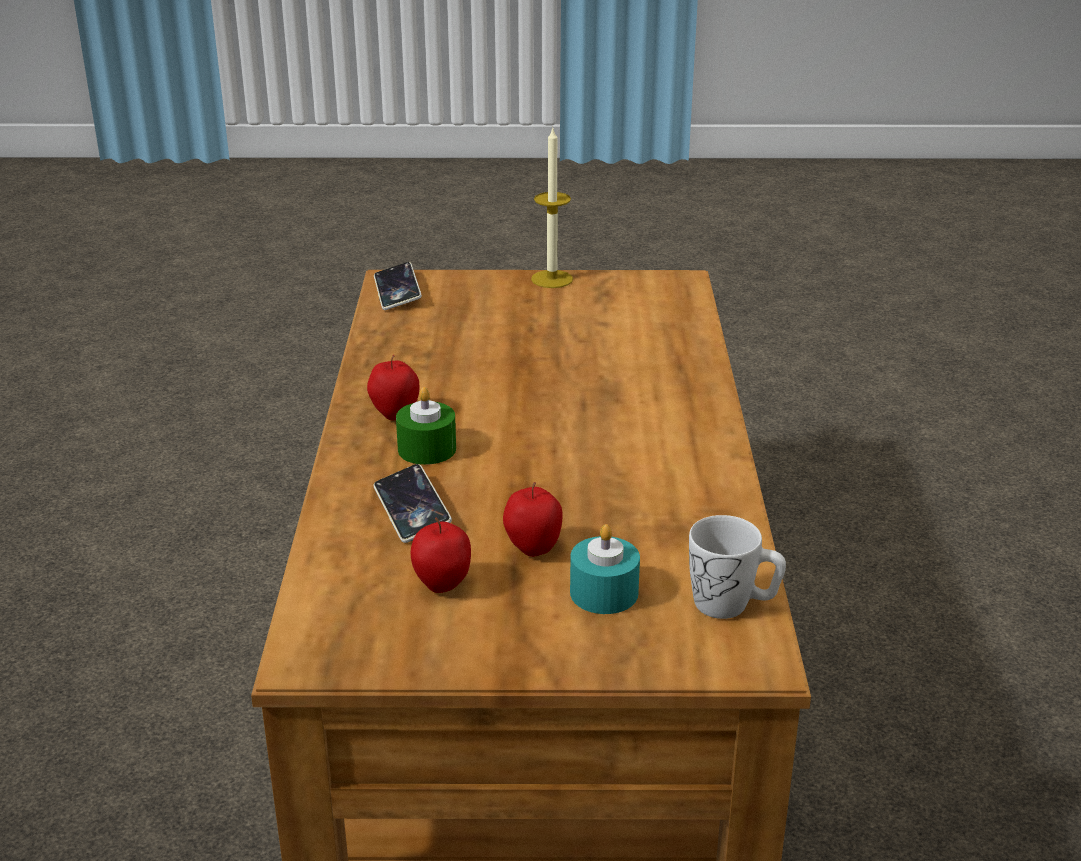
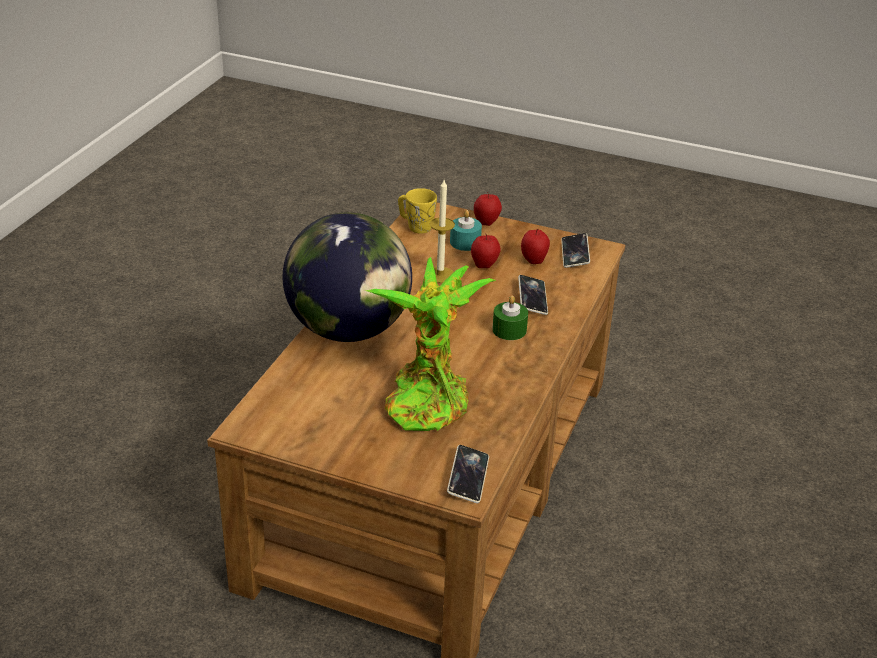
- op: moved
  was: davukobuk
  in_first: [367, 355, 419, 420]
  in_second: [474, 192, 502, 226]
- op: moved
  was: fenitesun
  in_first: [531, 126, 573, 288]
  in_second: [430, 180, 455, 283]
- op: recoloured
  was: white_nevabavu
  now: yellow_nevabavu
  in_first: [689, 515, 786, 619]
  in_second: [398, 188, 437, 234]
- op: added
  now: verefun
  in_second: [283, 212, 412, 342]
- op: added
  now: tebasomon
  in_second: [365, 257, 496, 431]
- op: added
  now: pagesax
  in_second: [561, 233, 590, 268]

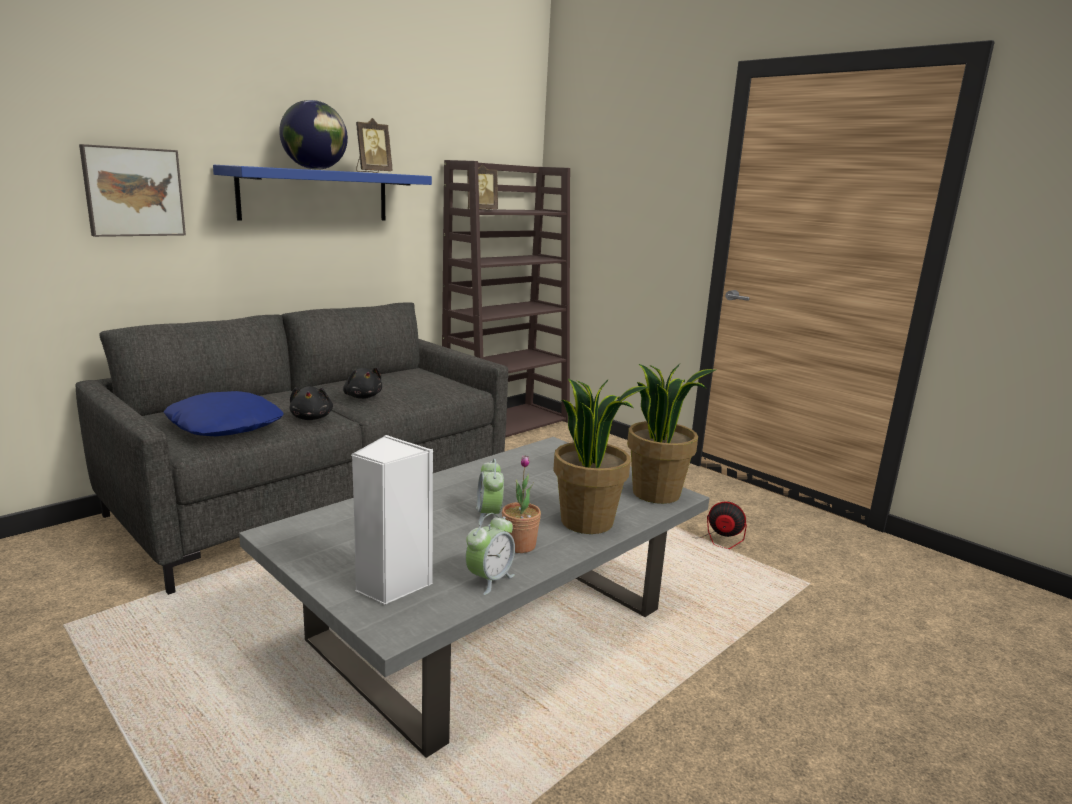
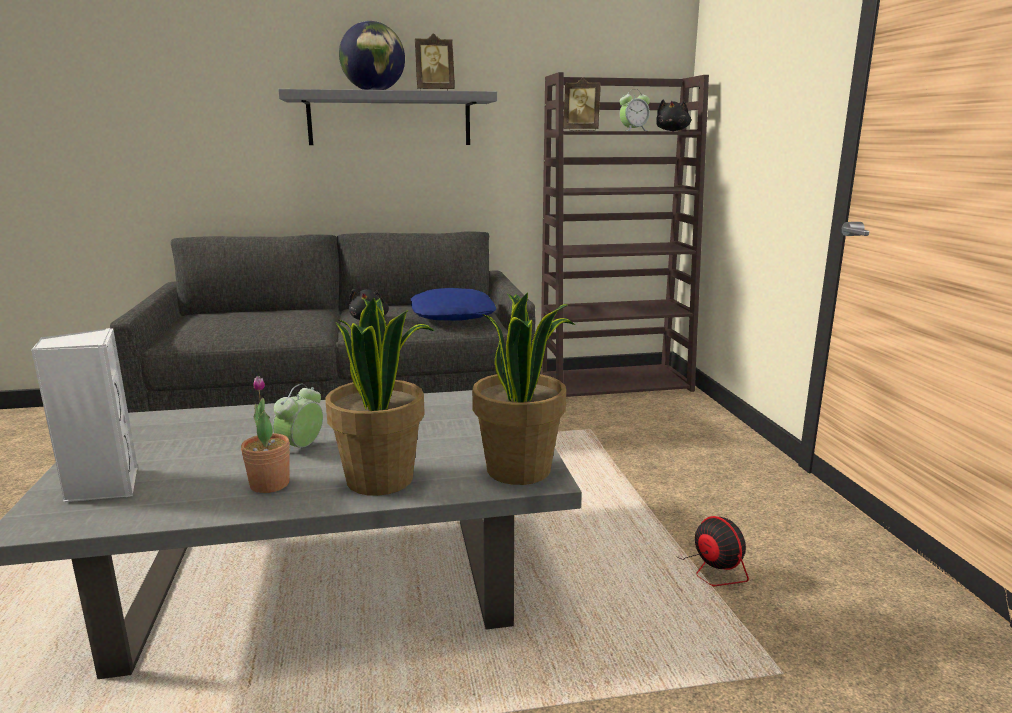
- op: removed
  was: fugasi
  in_first: [79, 144, 186, 237]
- op: moved
  was: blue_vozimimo
  in_first: [164, 391, 283, 436]
  in_second: [411, 288, 496, 321]
- op: recoloured
  was: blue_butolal
  now: grey_butolal
  in_first: [213, 165, 432, 221]
  in_second: [278, 89, 497, 145]
- op: moved
  was: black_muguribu
  in_first: [289, 386, 333, 420]
  in_second: [656, 100, 691, 131]
- op: moved
  was: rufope
  in_first: [466, 513, 515, 595]
  in_second: [620, 89, 650, 131]

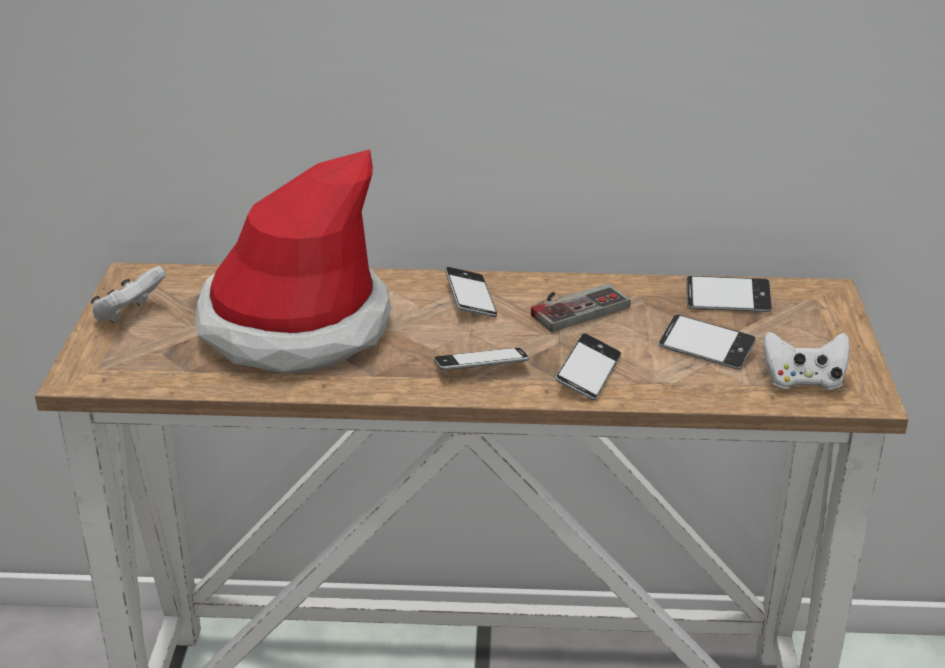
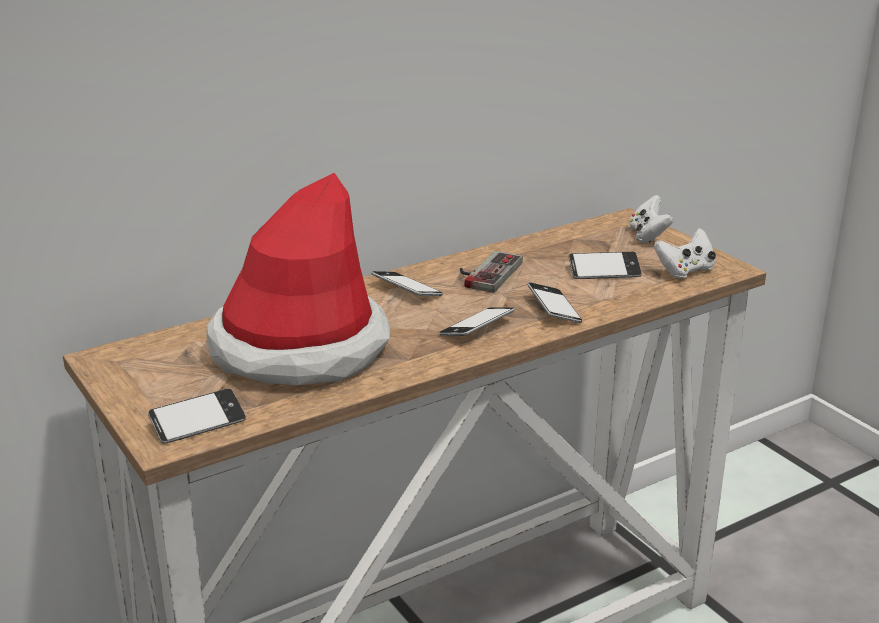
- op: moved
  was: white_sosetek
  in_first: [91, 266, 166, 323]
  in_second: [629, 195, 674, 243]
- op: moved
  was: pagesax
  in_first: [686, 276, 772, 312]
  in_second: [148, 388, 246, 444]

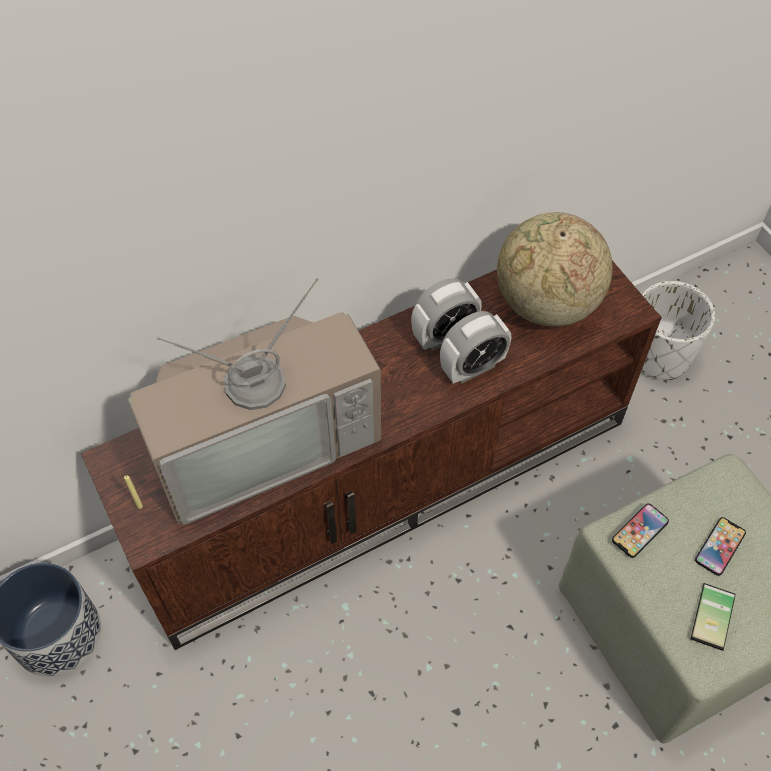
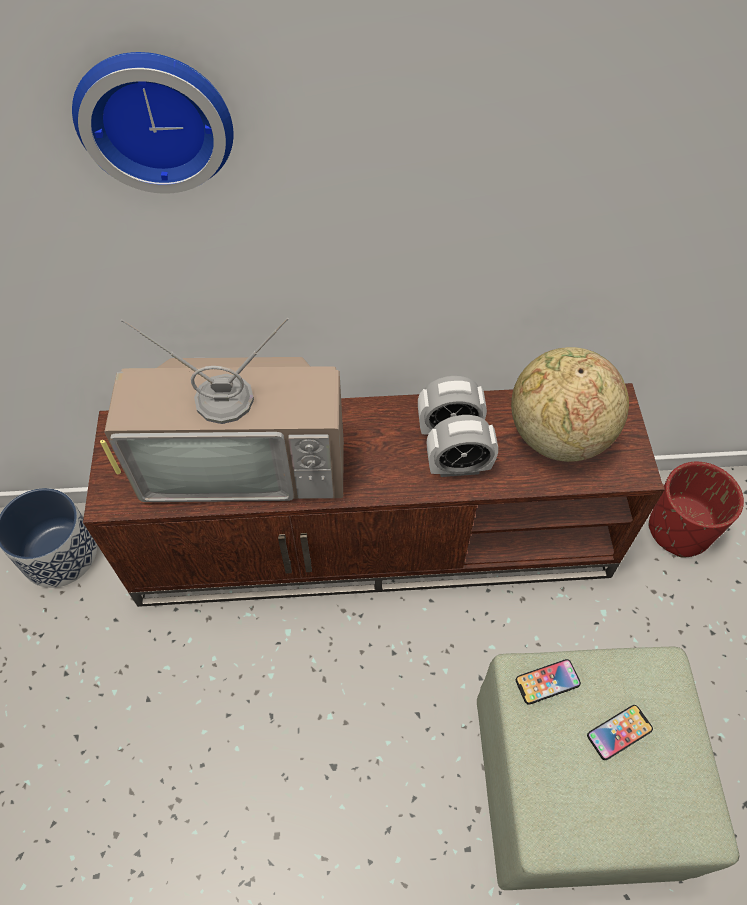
- op: recoloured
  was: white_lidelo
  now: red_lidelo
  in_first: [641, 281, 715, 380]
  in_second: [649, 462, 744, 557]
- op: removed
  was: pagesax
  in_first: [690, 583, 736, 651]
- op: added
  now: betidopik
  in_second: [72, 52, 233, 194]

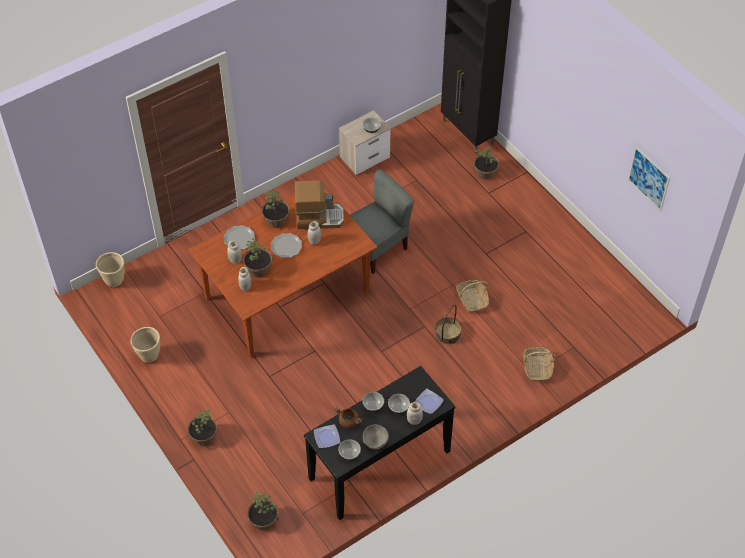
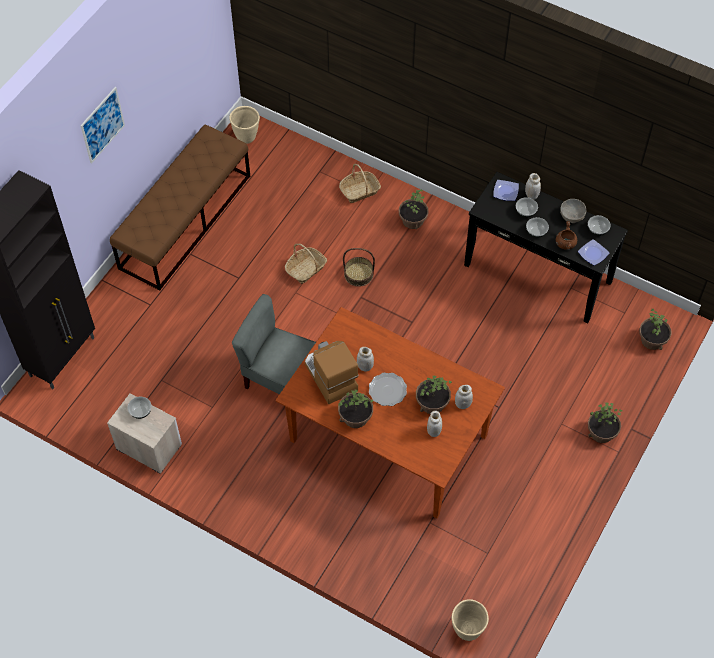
- op: moved
  was: beige_lidelo
  in_first: [131, 327, 160, 363]
  in_second: [229, 106, 260, 144]
- op: removed
  was: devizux
  in_first: [223, 225, 255, 249]
- op: moved
  was: tebasomon
  in_first: [473, 146, 499, 179]
  in_second: [399, 189, 429, 229]
- op: moved
  was: fugasi
  in_first: [628, 147, 670, 211]
  in_second: [80, 87, 125, 164]
- op: added
  now: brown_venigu
  in_second: [110, 124, 250, 291]

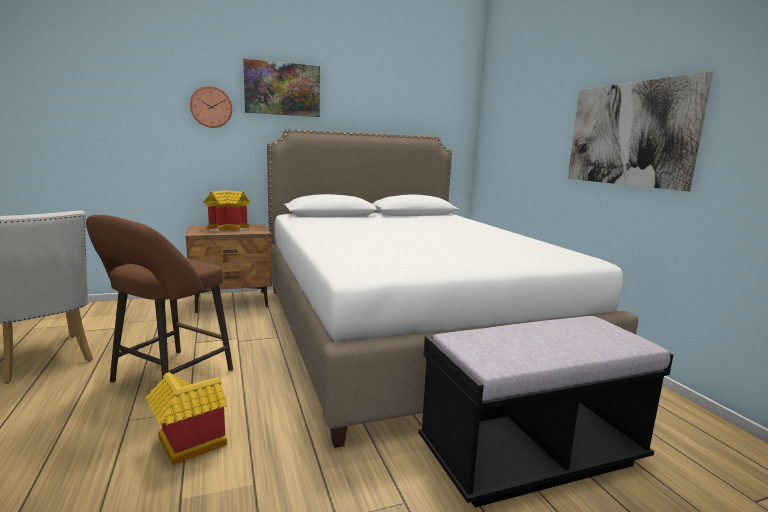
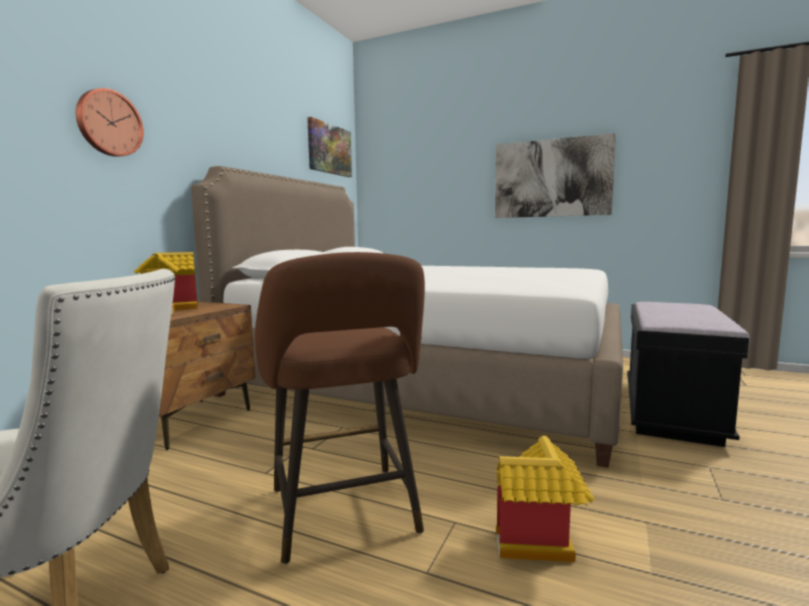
- op: moved
  was: fugasi
  in_first: [243, 59, 320, 117]
  in_second: [307, 117, 352, 177]

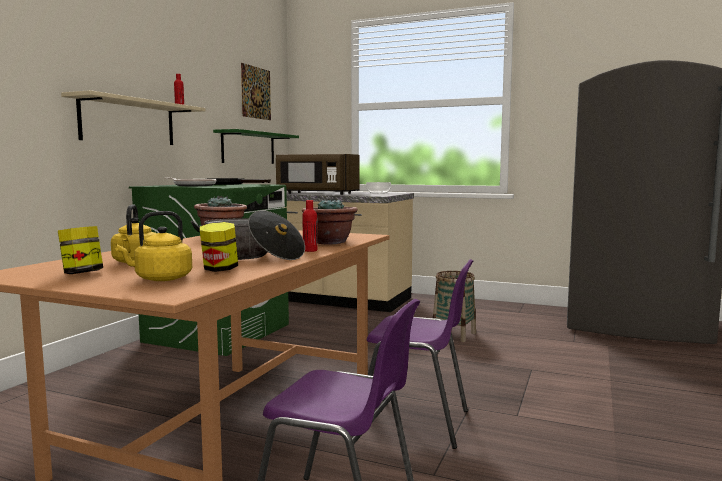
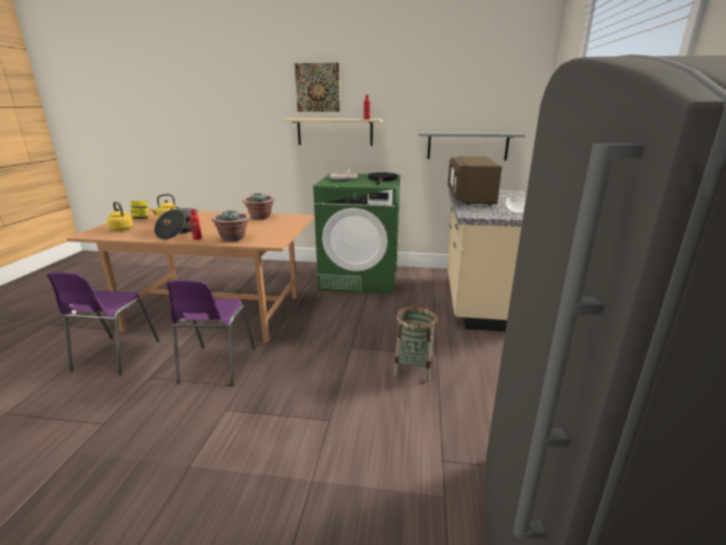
- op: removed
  was: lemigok
  in_first: [200, 222, 238, 272]
- op: recoloured
  was: green_butolal
  now: grey_butolal
  in_first: [213, 129, 299, 164]
  in_second: [419, 132, 526, 160]
- op: moved
  was: fugasi
  in_first: [241, 63, 271, 120]
  in_second: [295, 63, 340, 112]

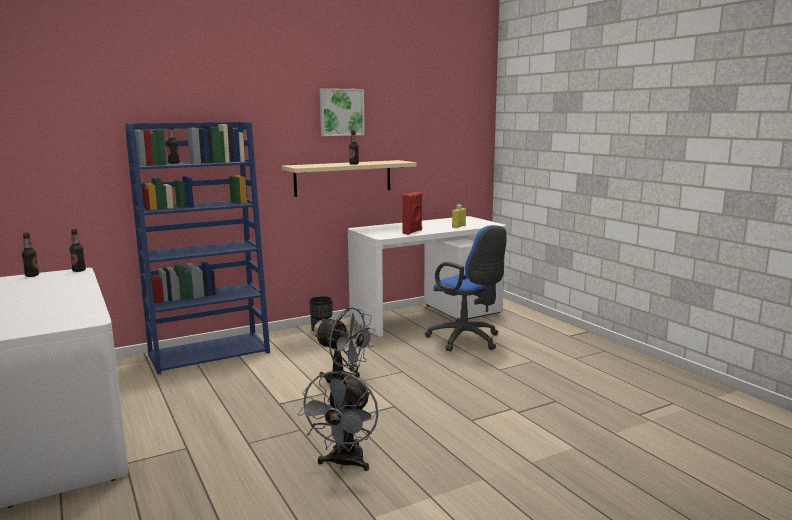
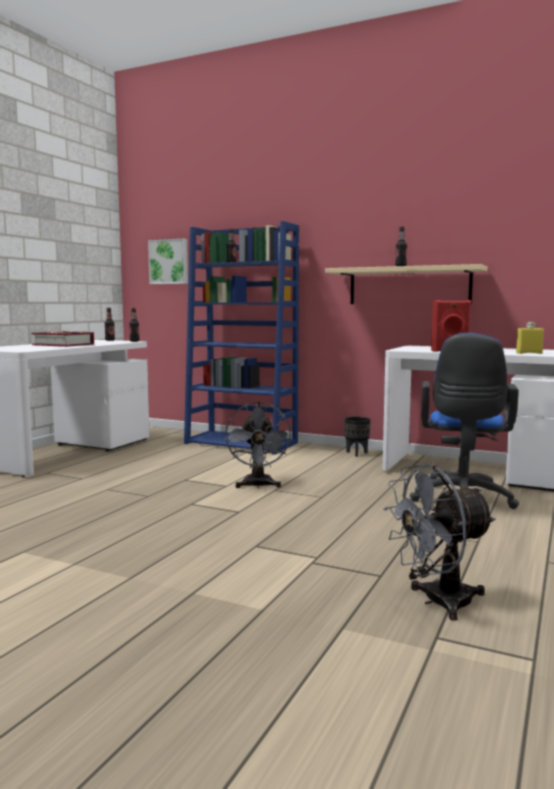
- op: moved
  was: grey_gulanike
  in_first: [298, 371, 378, 471]
  in_second: [384, 464, 495, 621]
- op: moved
  was: fugasi
  in_first: [320, 88, 365, 136]
  in_second: [148, 239, 188, 284]
- op: added
  now: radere
  in_second: [32, 331, 94, 347]

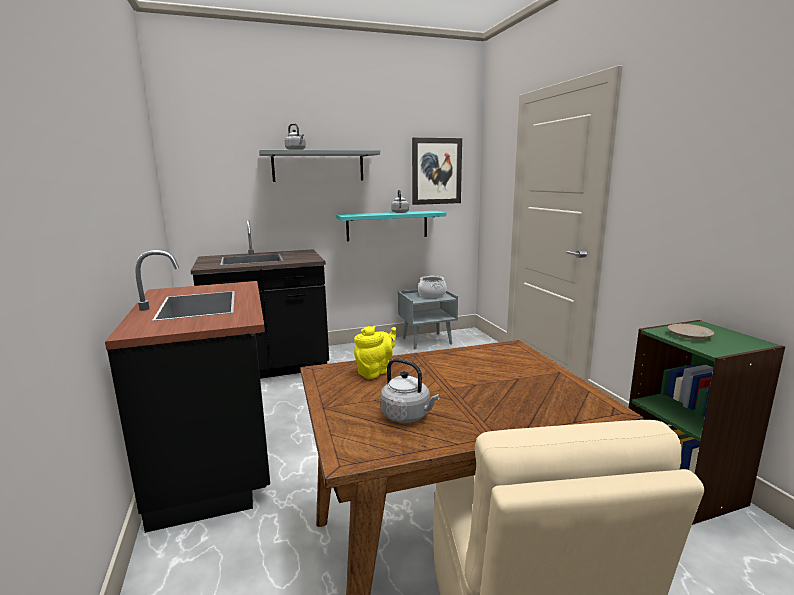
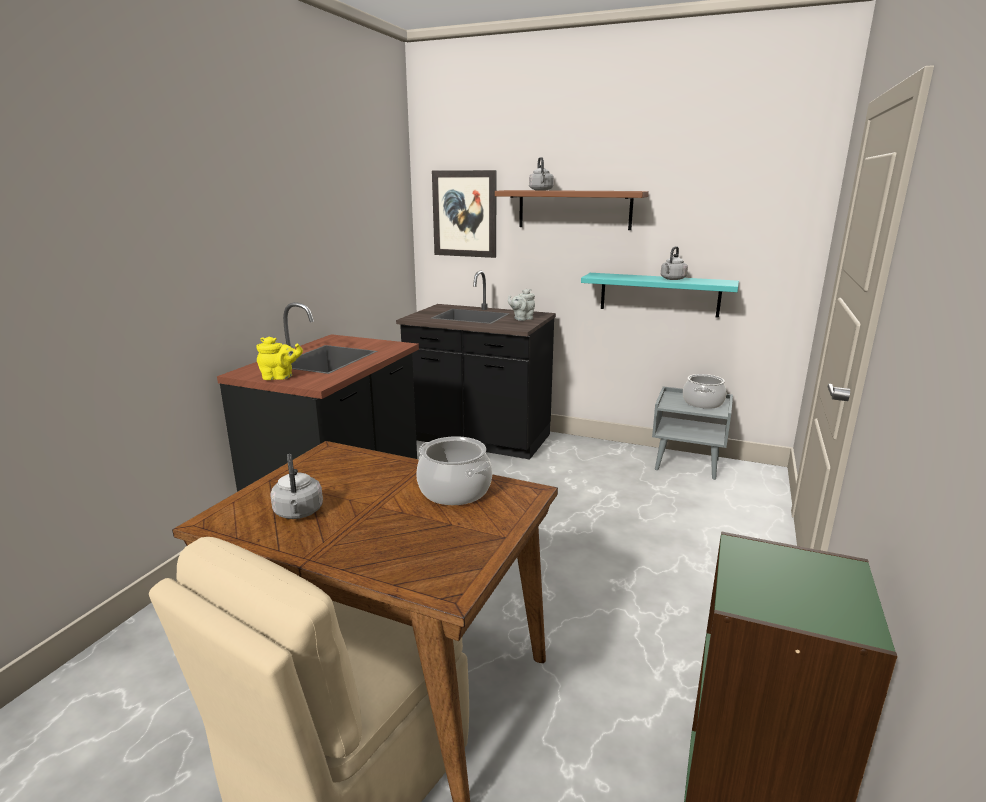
- op: recoloured
  was: grey_butolal
  now: brown_butolal
  in_first: [259, 150, 380, 182]
  in_second: [495, 190, 649, 230]
- op: moved
  was: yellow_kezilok
  in_first: [354, 326, 396, 379]
  in_second: [256, 337, 303, 380]
- op: moved
  was: fugasi
  in_first: [412, 138, 462, 205]
  in_second: [432, 170, 496, 258]
- op: removed
  was: beige_devizux
  in_first: [668, 324, 714, 339]
- op: added
  now: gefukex
  in_second: [416, 436, 492, 505]
- op: added
  now: grey_kezilok
  in_second: [508, 289, 535, 321]

